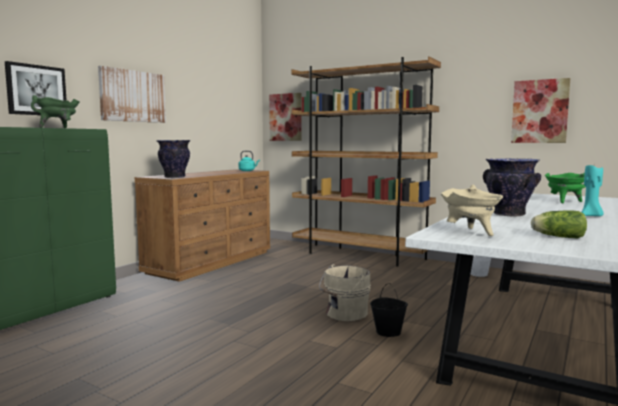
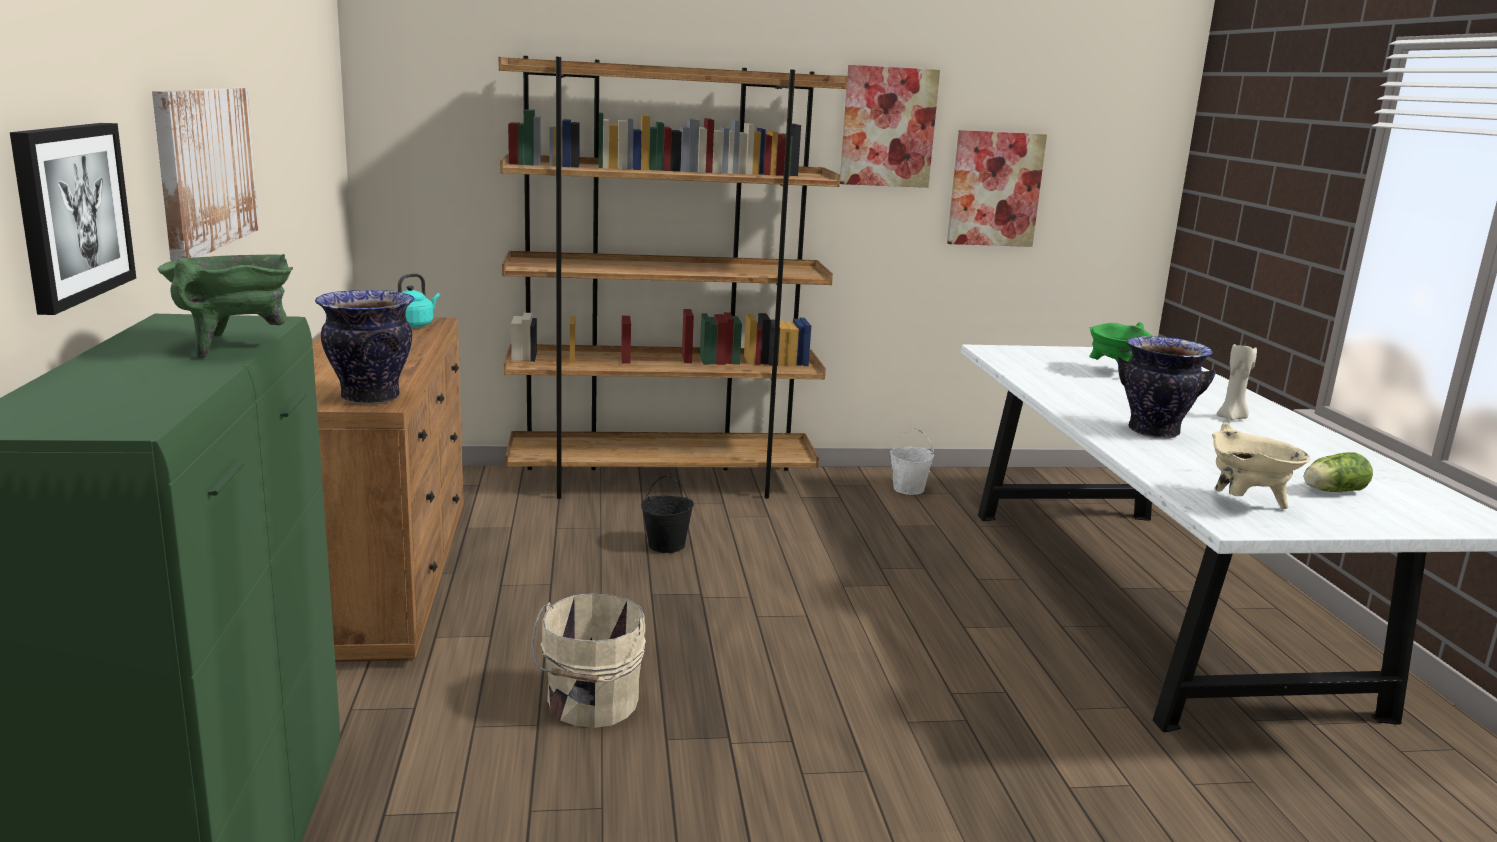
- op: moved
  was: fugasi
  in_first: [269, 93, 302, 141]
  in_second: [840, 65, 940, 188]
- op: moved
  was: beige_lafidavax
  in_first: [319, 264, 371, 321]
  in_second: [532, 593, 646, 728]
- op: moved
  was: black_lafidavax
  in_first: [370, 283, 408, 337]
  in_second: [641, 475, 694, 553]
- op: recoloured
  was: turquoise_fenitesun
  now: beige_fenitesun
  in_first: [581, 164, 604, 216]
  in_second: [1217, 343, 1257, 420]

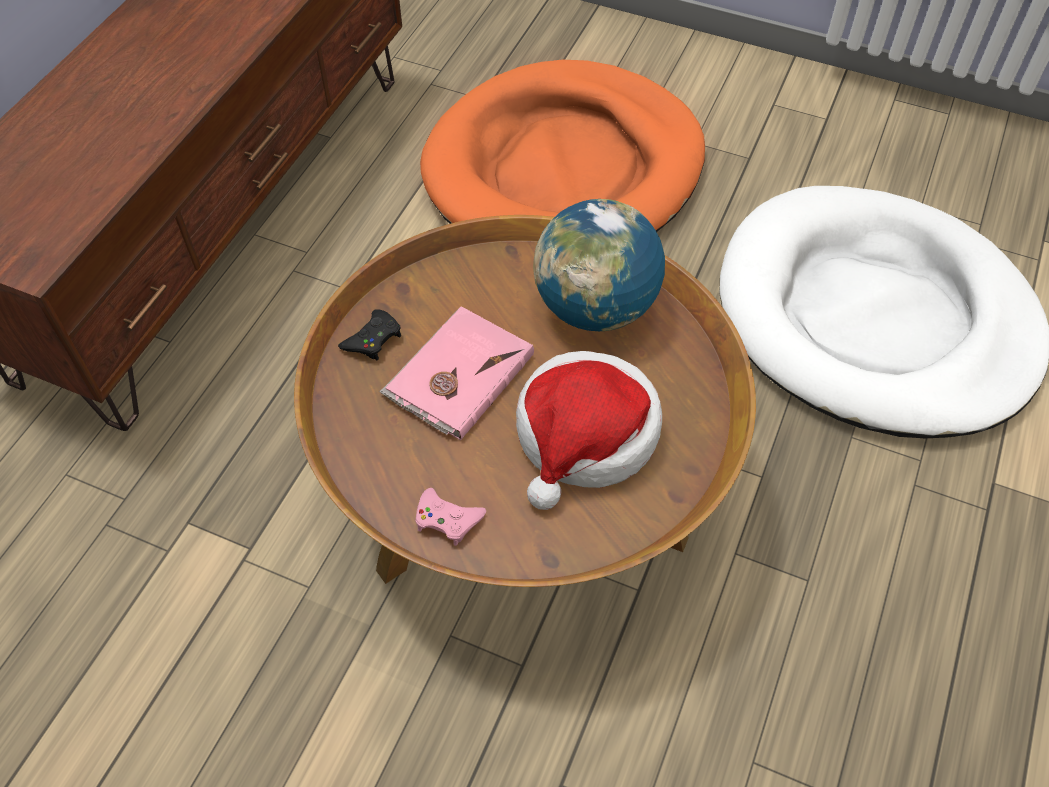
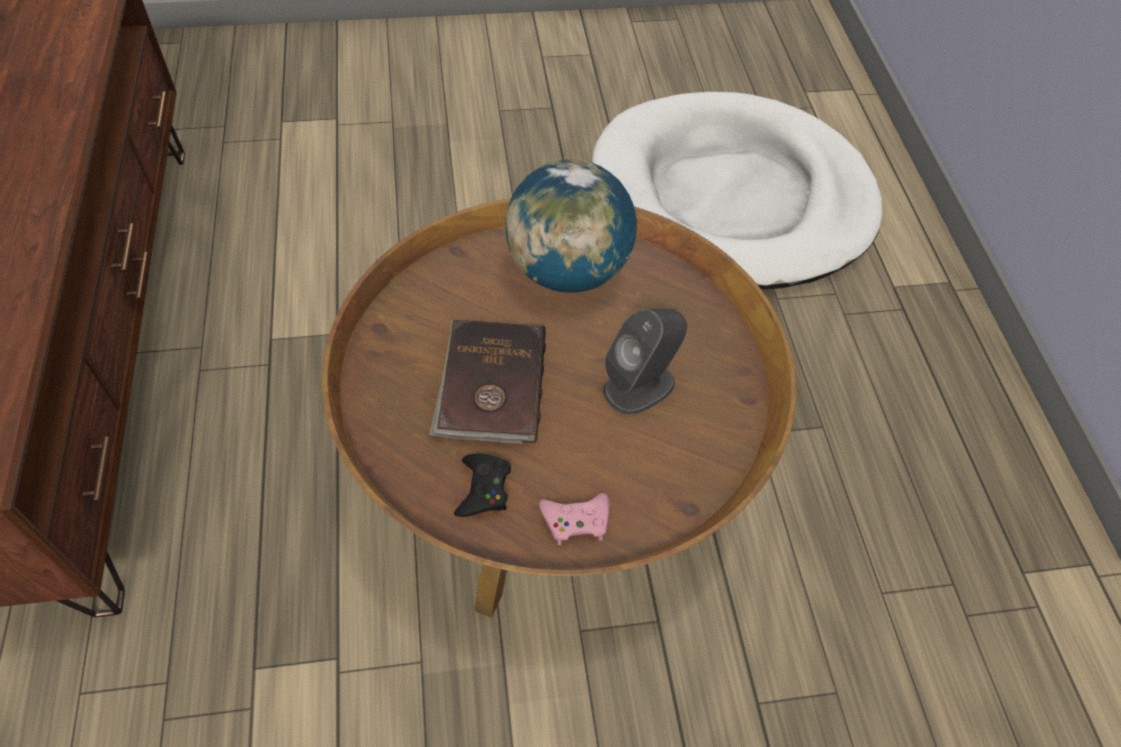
- op: moved
  was: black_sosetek
  in_first: [338, 309, 401, 360]
  in_second: [454, 454, 511, 517]
- op: recoloured
  was: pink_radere
  now: brown_radere
  in_first: [379, 306, 534, 440]
  in_second: [429, 320, 546, 444]
- op: removed
  was: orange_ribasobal
  in_first: [420, 60, 705, 232]
- op: replaced
  was: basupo
  now: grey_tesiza
  in_first: [516, 351, 662, 510]
  in_second: [603, 309, 687, 415]

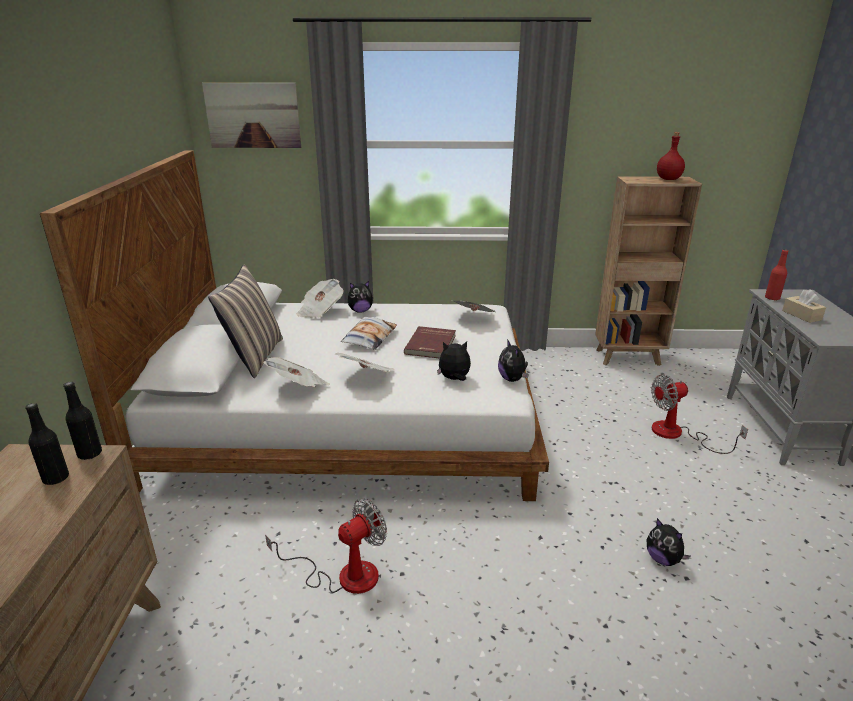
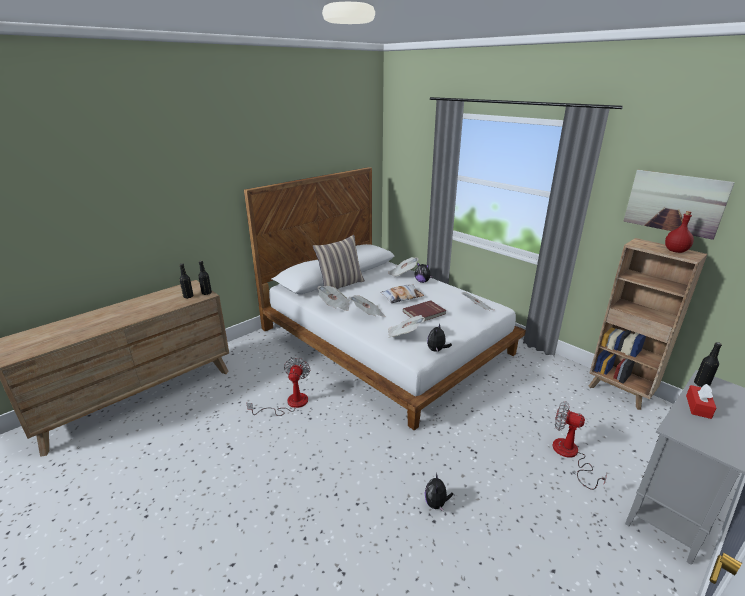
- op: moved
  was: fugasi
  in_first: [202, 83, 301, 148]
  in_second: [624, 170, 735, 240]
- op: turned
  was: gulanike
  in_first: [265, 499, 387, 594]
  in_second: [246, 357, 310, 416]
  clockwise: -90
- op: replaced
  was: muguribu
  now: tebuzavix
  in_first: [437, 341, 471, 381]
  in_second: [388, 315, 425, 338]
- op: recoloured
  was: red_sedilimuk
  now: black_sedilimuk
  in_first: [765, 250, 789, 300]
  in_second: [694, 342, 722, 387]
- op: recoloured
  was: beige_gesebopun
  now: red_gesebopun
  in_first: [782, 289, 826, 323]
  in_second: [686, 384, 716, 419]

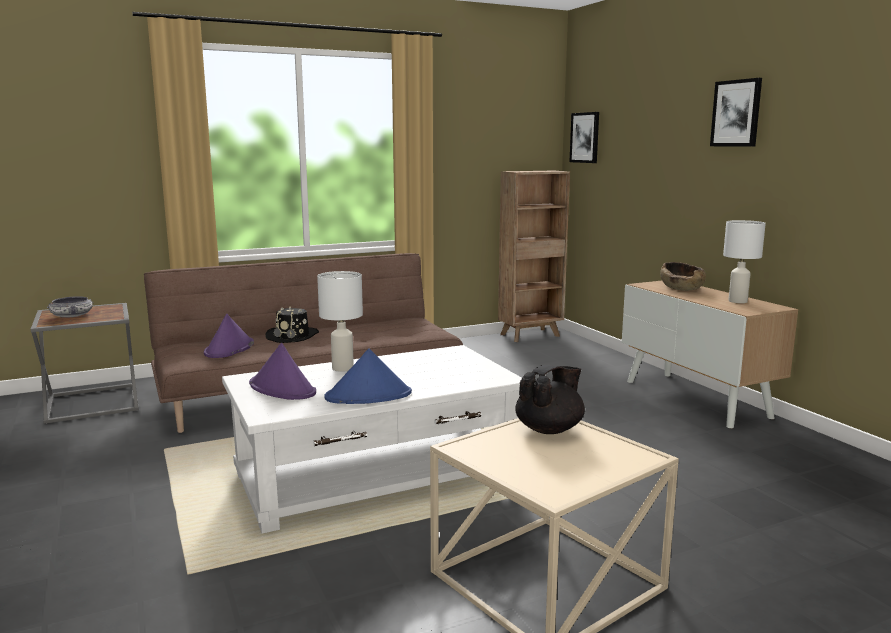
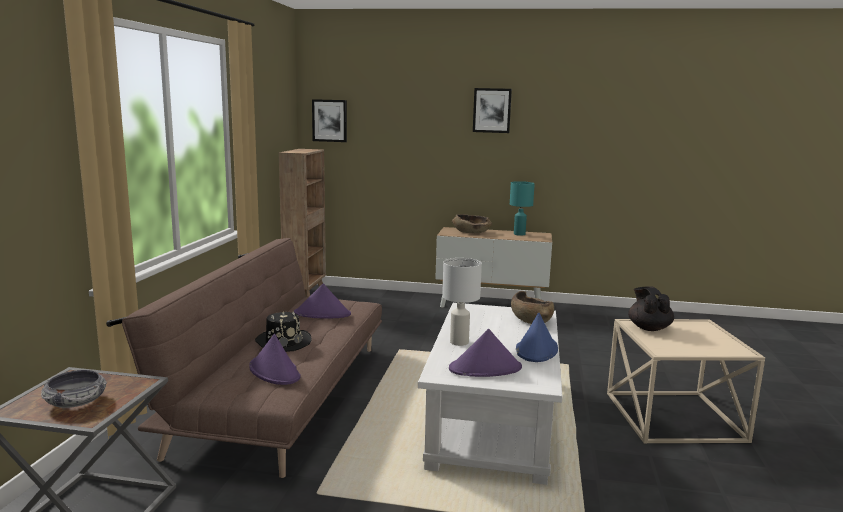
- op: recoloured
  was: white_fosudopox
  now: turquoise_fosudopox
  in_first: [723, 220, 766, 303]
  in_second: [510, 181, 535, 236]
- op: added
  now: purple_basupo
  in_second: [294, 283, 351, 319]
- op: added
  now: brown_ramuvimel
  in_second: [511, 291, 554, 324]

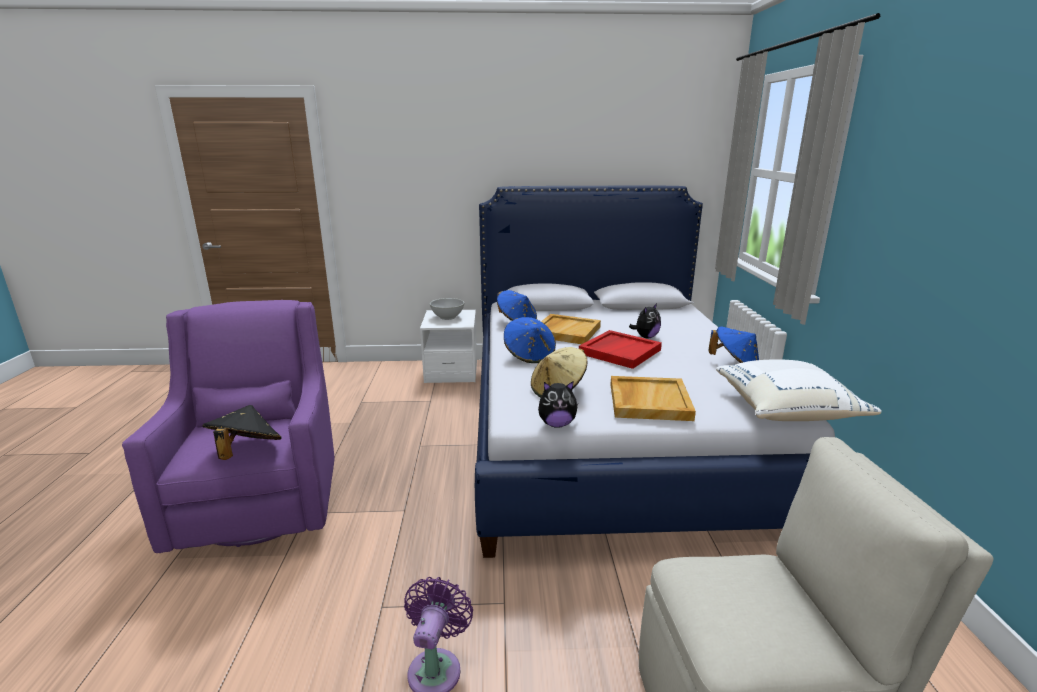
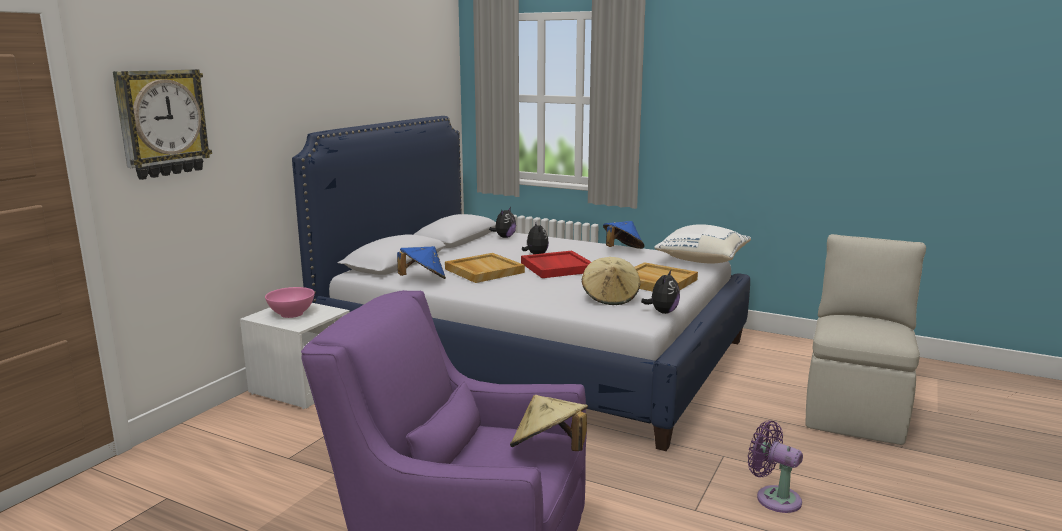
- op: recoloured
  was: black_basupo
  now: beige_basupo
  in_first: [203, 405, 282, 460]
  in_second: [510, 395, 588, 451]
- op: recoloured
  was: white_ramuvimel
  now: pink_ramuvimel
  in_first: [430, 298, 464, 320]
  in_second: [265, 287, 315, 318]
- op: removed
  was: blue_basupo
  in_first: [504, 317, 556, 363]
- op: added
  now: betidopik
  in_second: [113, 69, 212, 180]
- op: added
  now: muguribu
  in_second: [489, 207, 516, 238]

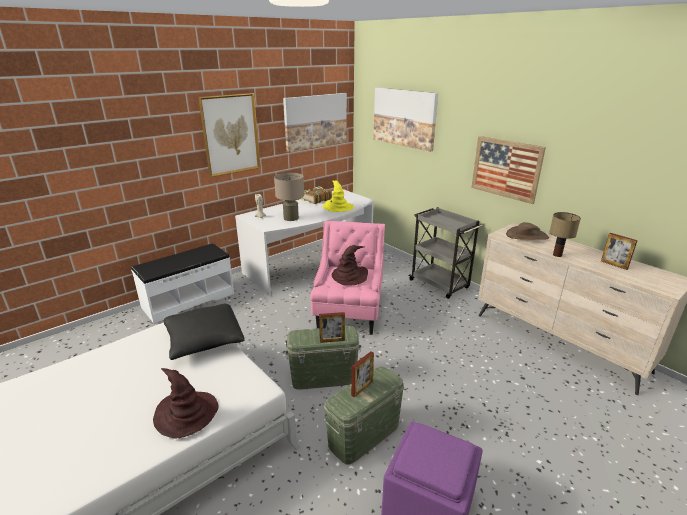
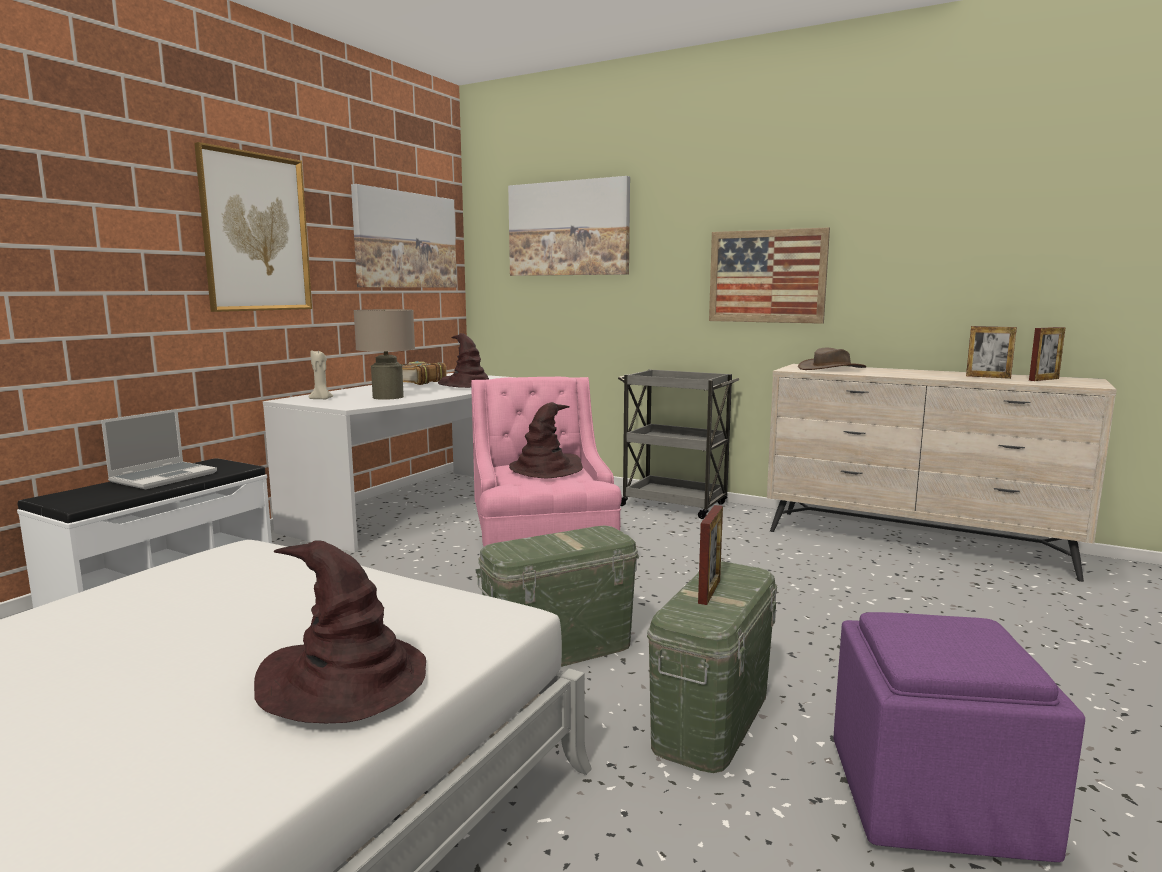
- op: removed
  was: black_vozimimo
  in_first: [164, 304, 245, 360]
- op: moved
  was: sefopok
  in_first: [319, 312, 345, 343]
  in_second: [1029, 327, 1066, 381]
- op: recoloured
  was: yellow_basupo
  now: brown_basupo
  in_first: [323, 180, 354, 212]
  in_second: [438, 333, 490, 388]
- op: removed
  was: fosudopox
  in_first: [549, 212, 581, 257]
- op: added
  now: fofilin
  in_second: [101, 409, 217, 489]

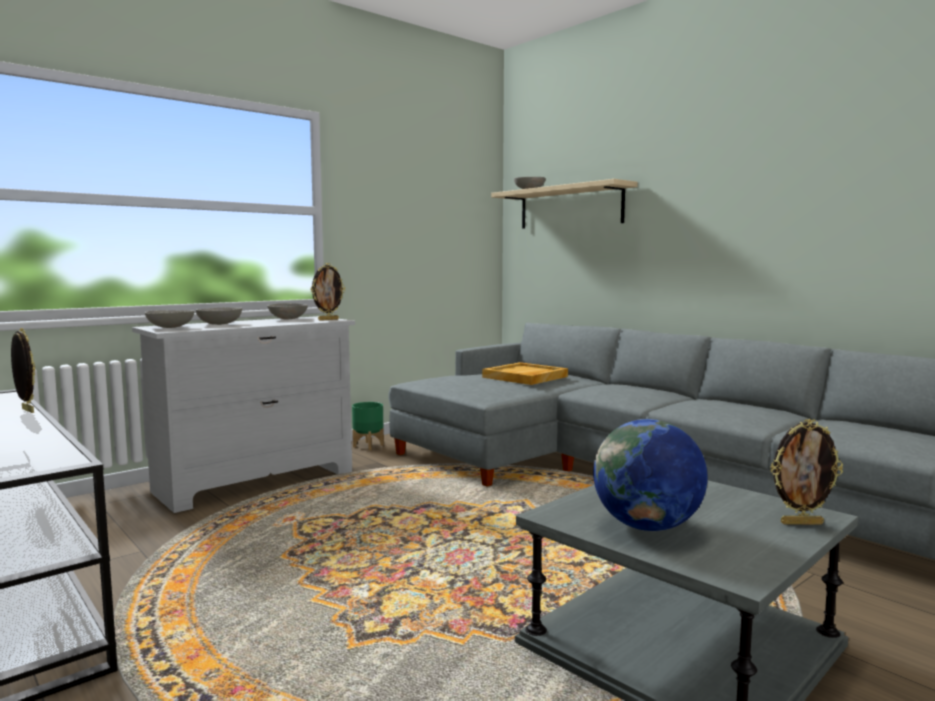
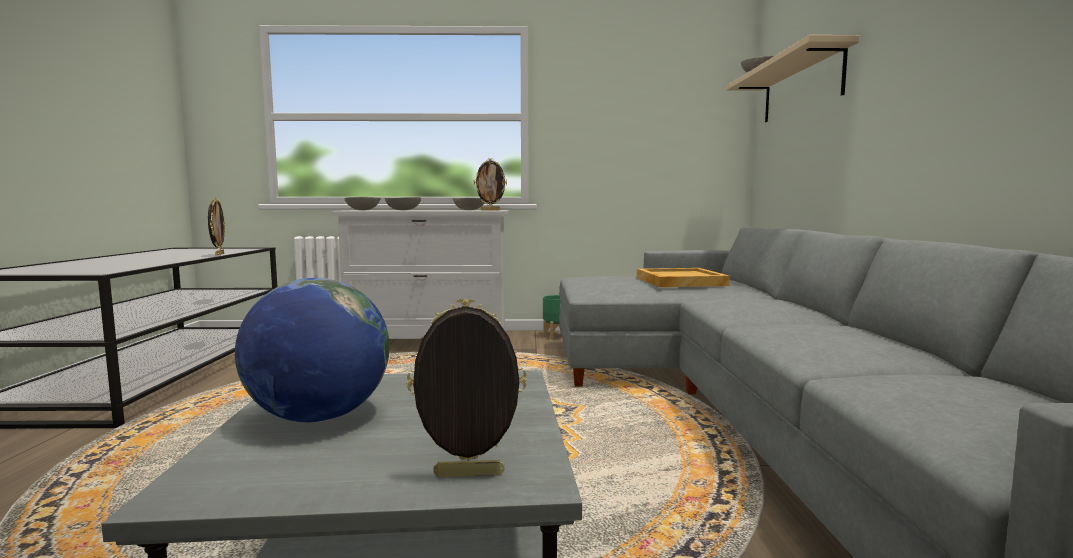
- op: turned
  was: sefopok
  in_first: [770, 419, 843, 525]
  in_second: [407, 299, 527, 477]
  clockwise: 135

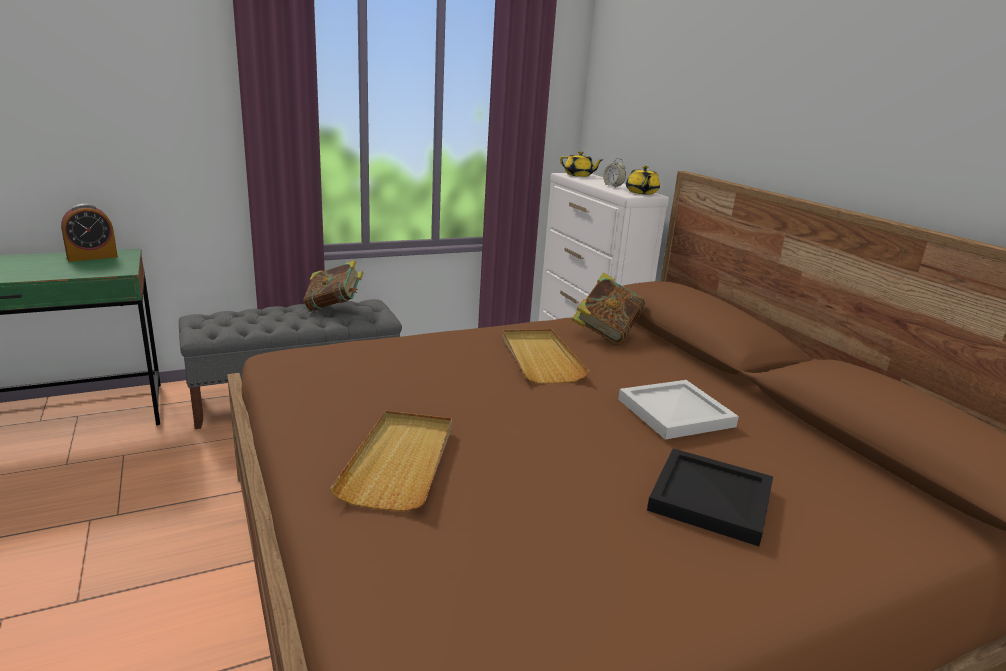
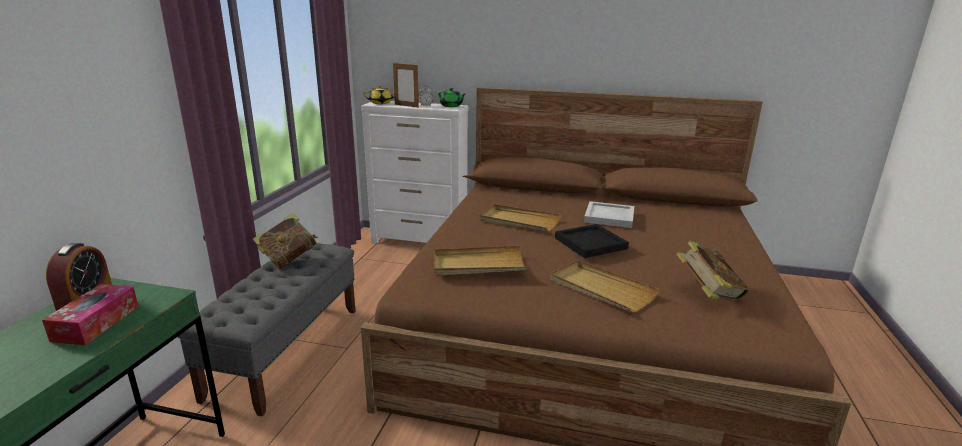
- op: moved
  was: radere
  in_first: [572, 273, 645, 344]
  in_second: [676, 241, 749, 301]
- op: recoloured
  was: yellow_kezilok
  now: green_kezilok
  in_first: [626, 166, 660, 194]
  in_second: [438, 88, 465, 107]
- op: moved
  was: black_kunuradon
  in_first: [647, 448, 773, 546]
  in_second: [555, 224, 629, 258]
- op: added
  now: gesebopun
  in_second: [42, 284, 139, 345]
- op: added
  now: sefopok
  in_second: [393, 63, 419, 108]
- op: added
  now: beige_kunuradon
  in_second: [434, 245, 527, 276]

